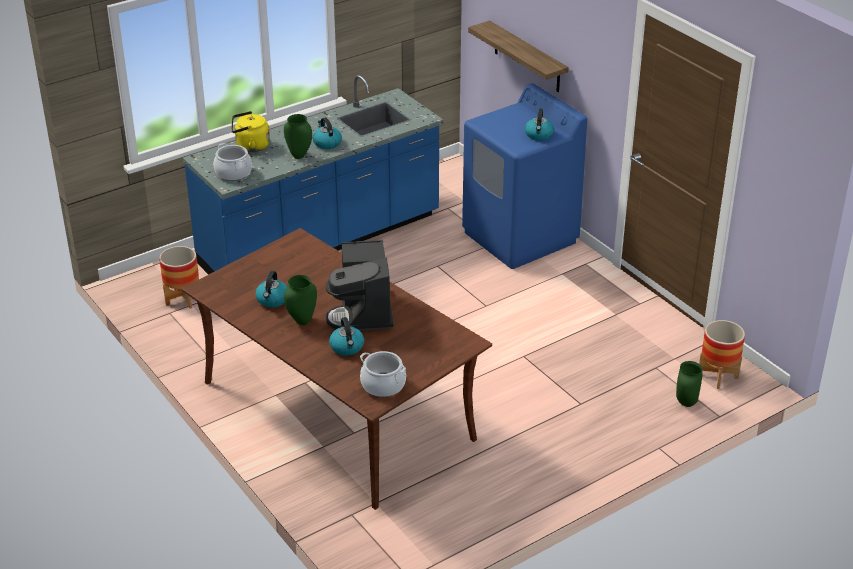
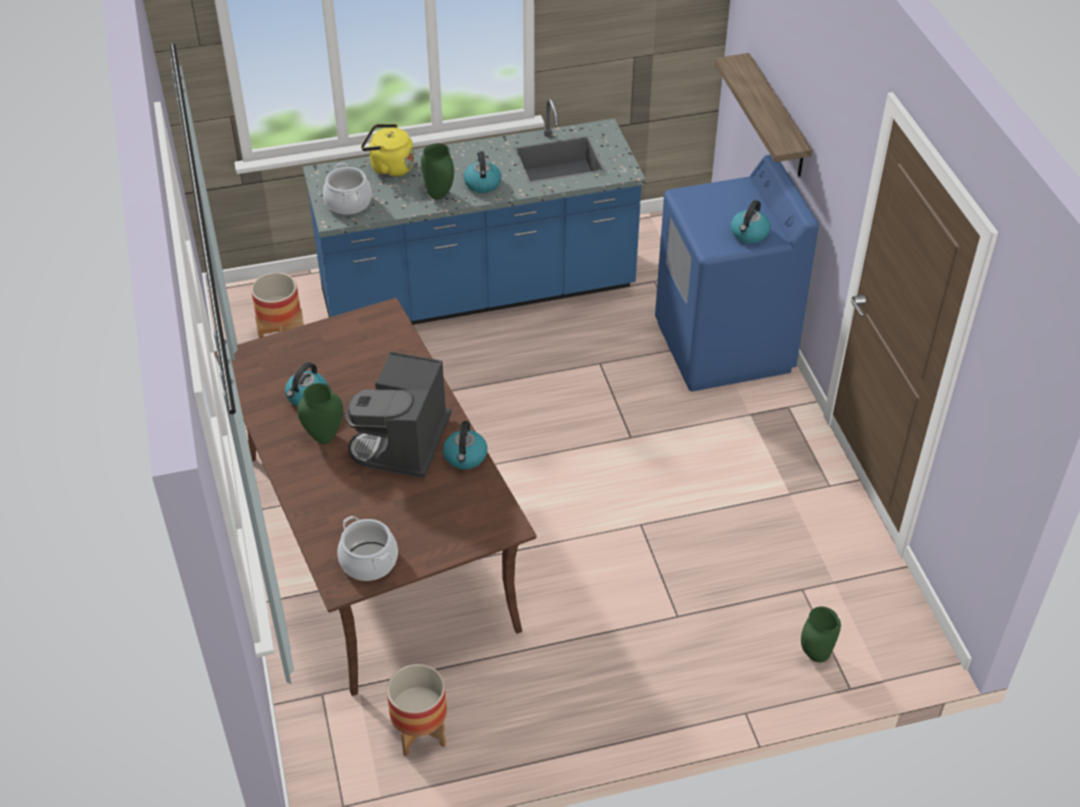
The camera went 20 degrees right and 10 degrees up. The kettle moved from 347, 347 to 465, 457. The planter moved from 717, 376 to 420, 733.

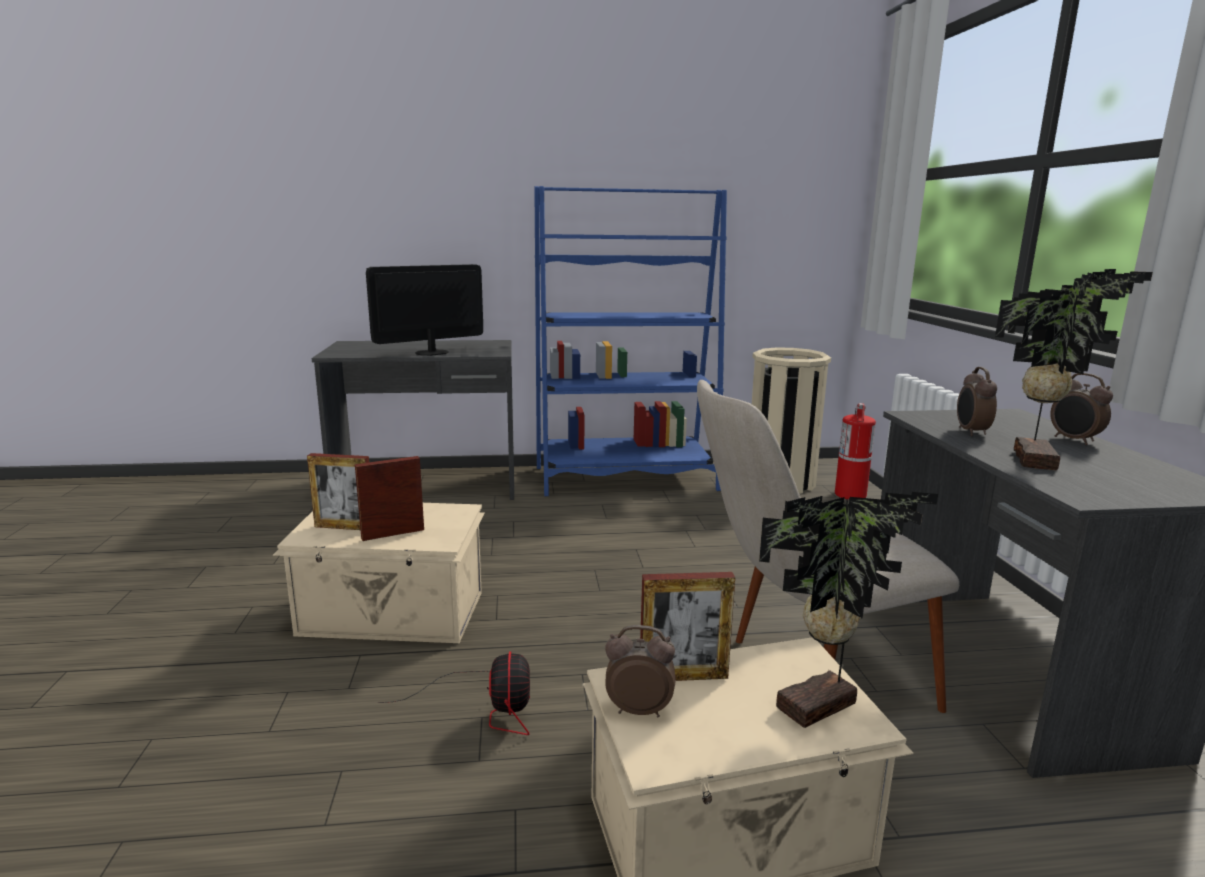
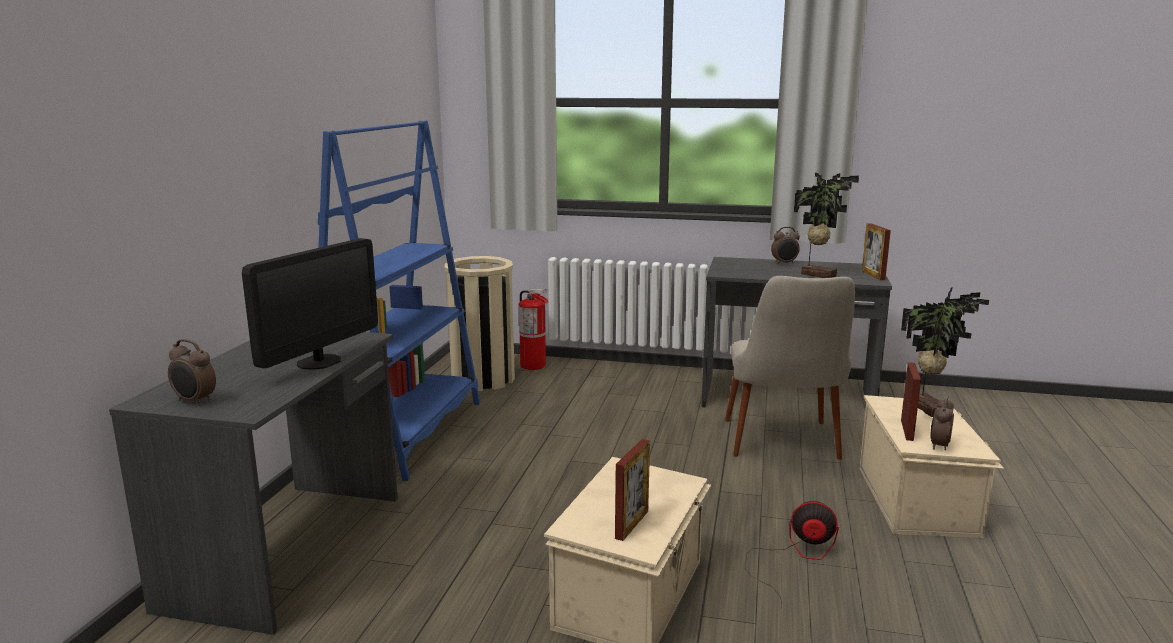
The camera went 70 degrees left and 0 degrees up. The monitor at 432, 352 turned 135 degrees counterclockwise. The alarm clock moved from 971, 432 to 194, 401. The picture frame moved from 393, 534 to 873, 275.

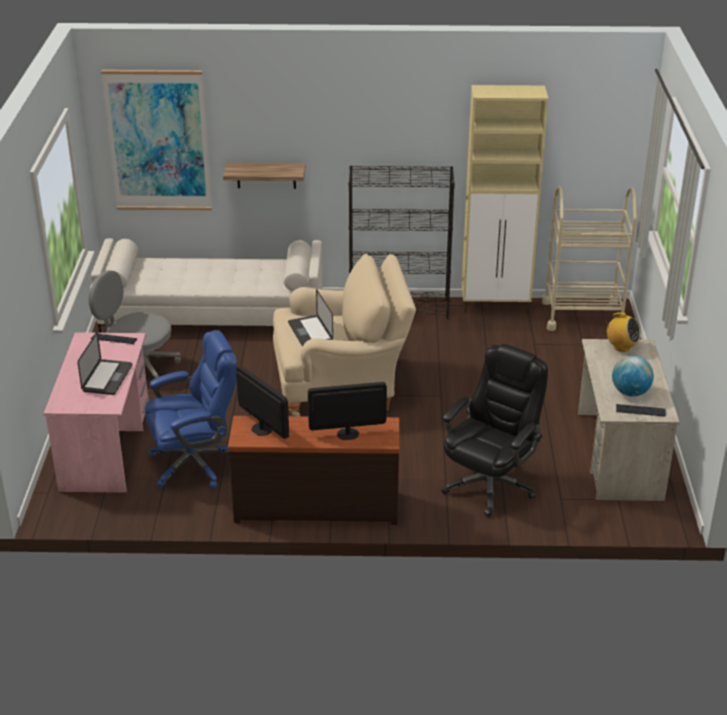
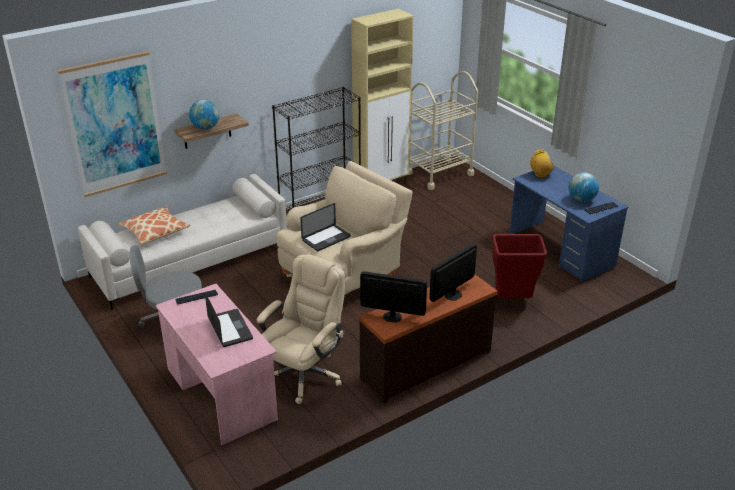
The camera went 35 degrees left and 0 degrees up. The laptop at 310, 332 turned 75 degrees counterclockwise. The blue office chair at 195, 463 became the beige office chair at 304, 374. The beige desk at 618, 456 became the blue desk at 560, 250. The black office chair at 490, 484 was replaced by the red trash can at 513, 300. The globe at 205, 128 appeared. The pillow at 155, 231 appeared.

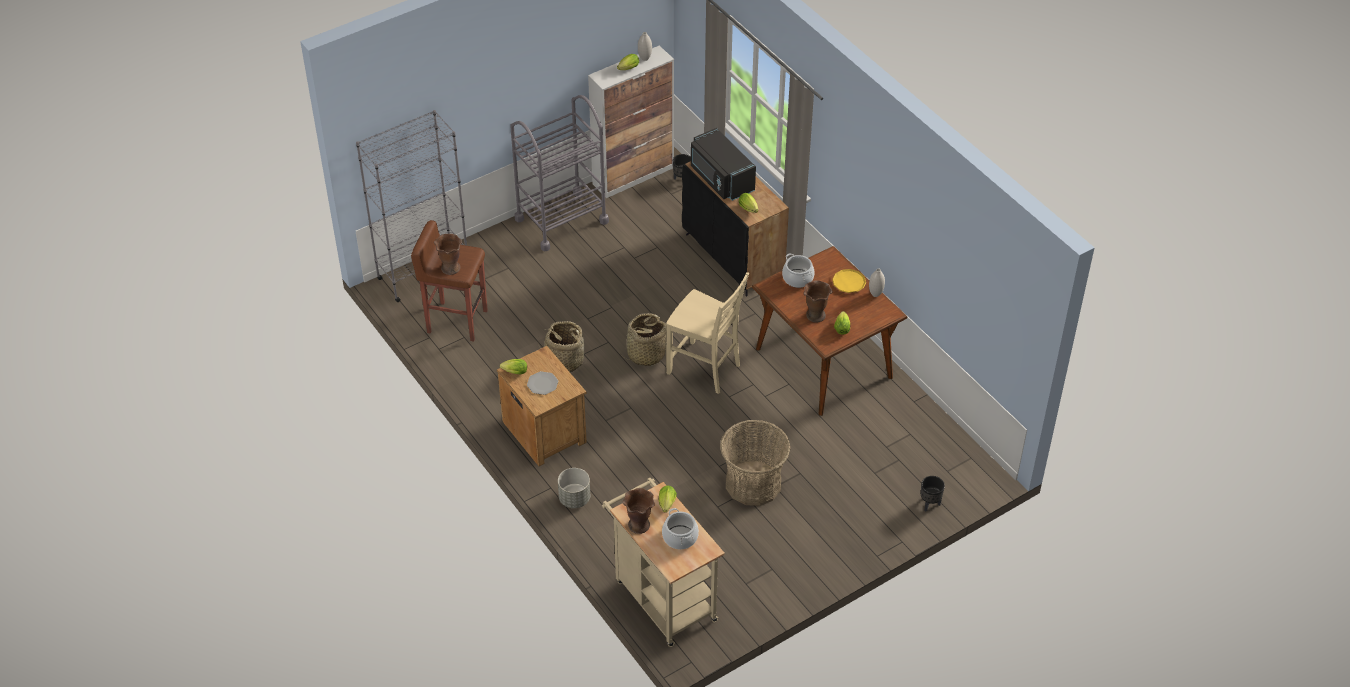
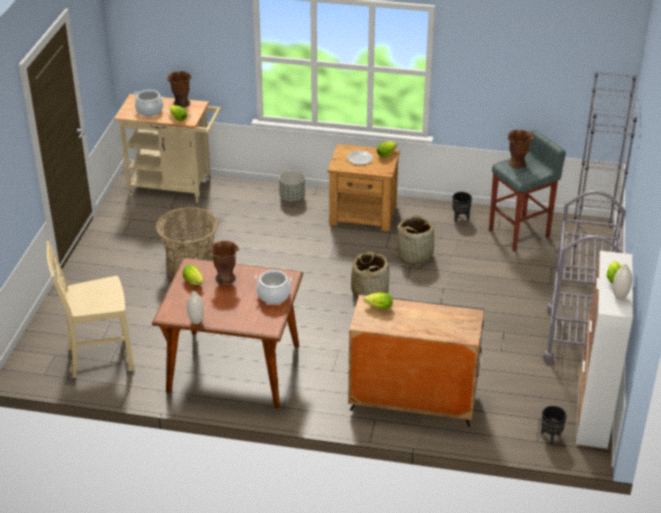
The camera went 135 degrees right and 10 degrees down. The black microwave at 720, 179 disappeared. The brown stool at 456, 320 became the grey stool at 520, 234. The yellow plate at 849, 283 disappeared. The beige chair moved from 705, 369 to 98, 358. The black planter moved from 929, 504 to 460, 218.

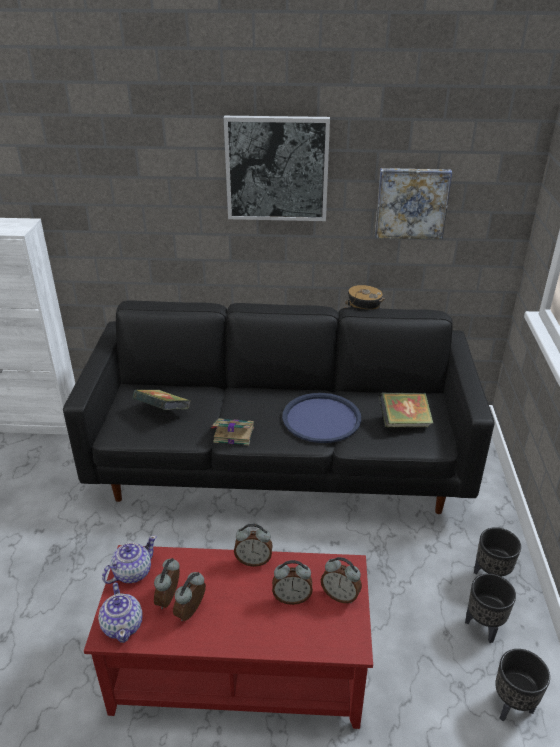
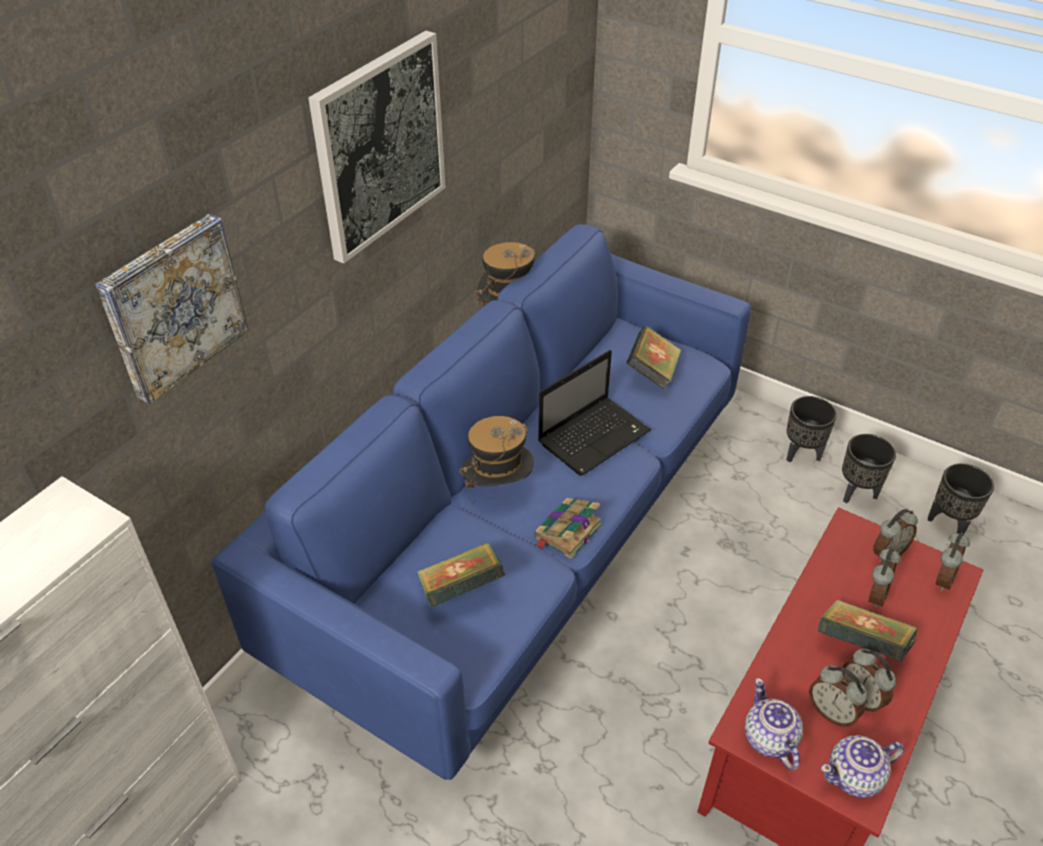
The camera went 60 degrees left and 10 degrees up. The picture moved from 411, 203 to 172, 306. The black sofa at 280, 466 became the blue sofa at 521, 541. The blue tray at 321, 418 was replaced by the laptop at 595, 436. The alarm clock moved from 253, 560 to 941, 579. The teapot at 123, 625 turned 150 degrees clockwise. The hat at 498, 488 appeared. The book at 860, 645 appeared.

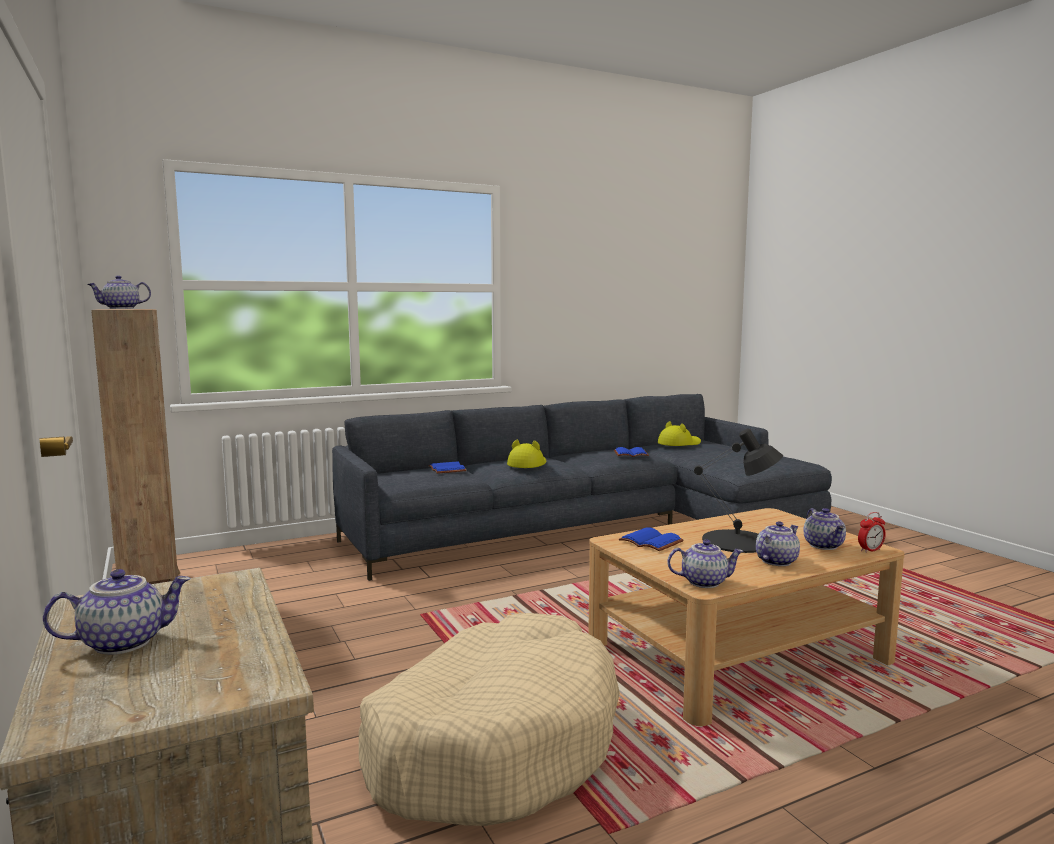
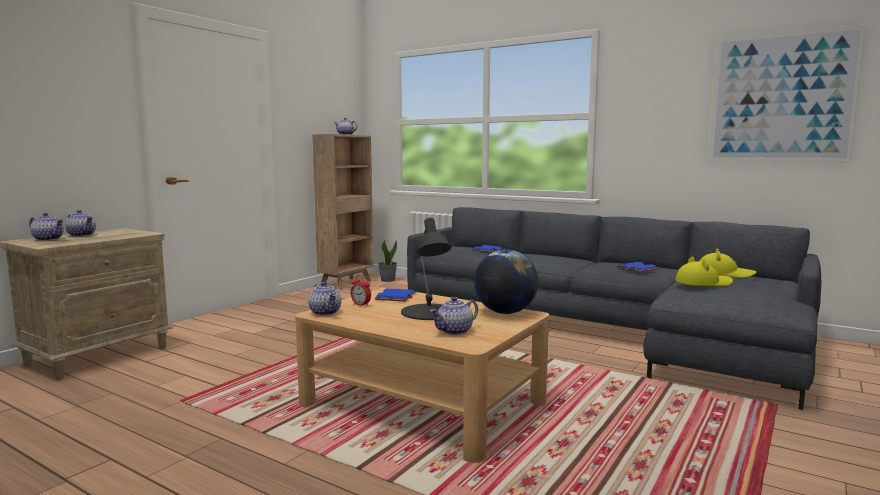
The camera went 60 degrees right and 0 degrees up. The yellow hat moved from 527, 464 to 703, 283. The alarm clock moved from 870, 550 to 361, 305. The teapot moved from 775, 561 to 49, 239. The beige dog bed at 493, 743 disappeared. The picture at 781, 98 appeared. The potted plant at 387, 280 appeared. The globe at 505, 312 appeared.

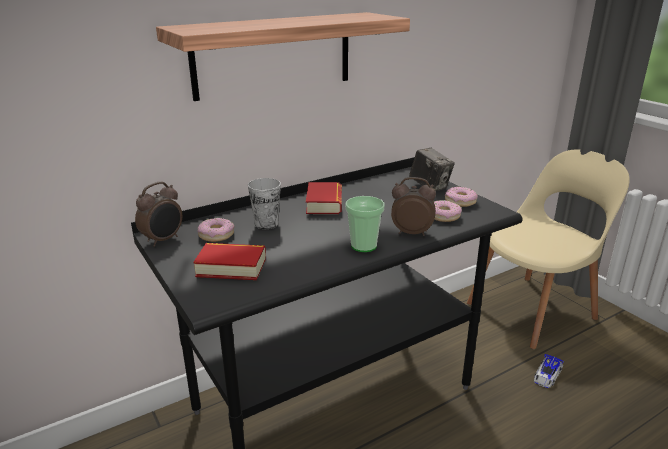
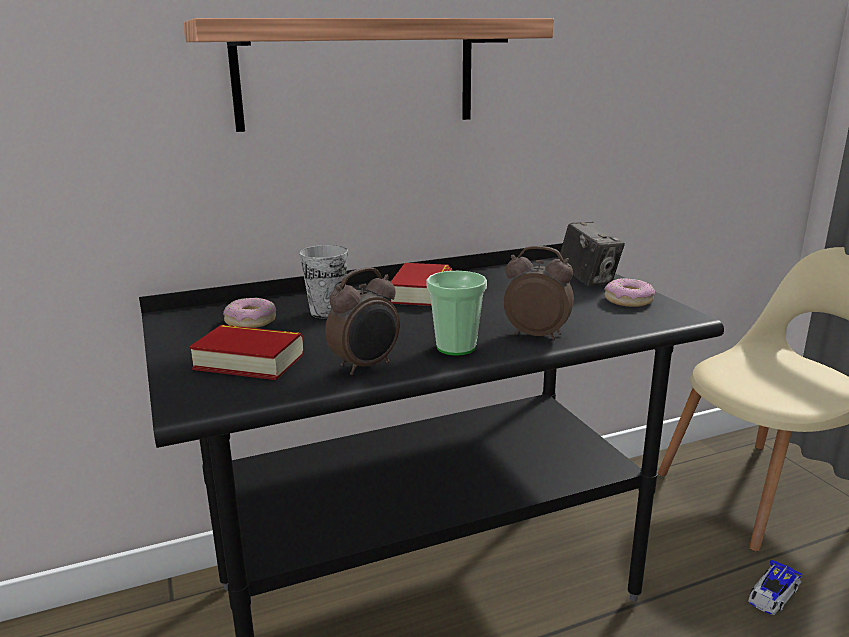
The camera went 10 degrees right and 5 degrees down. The alarm clock moved from 163, 240 to 366, 366. The donut at 443, 216 disappeared.

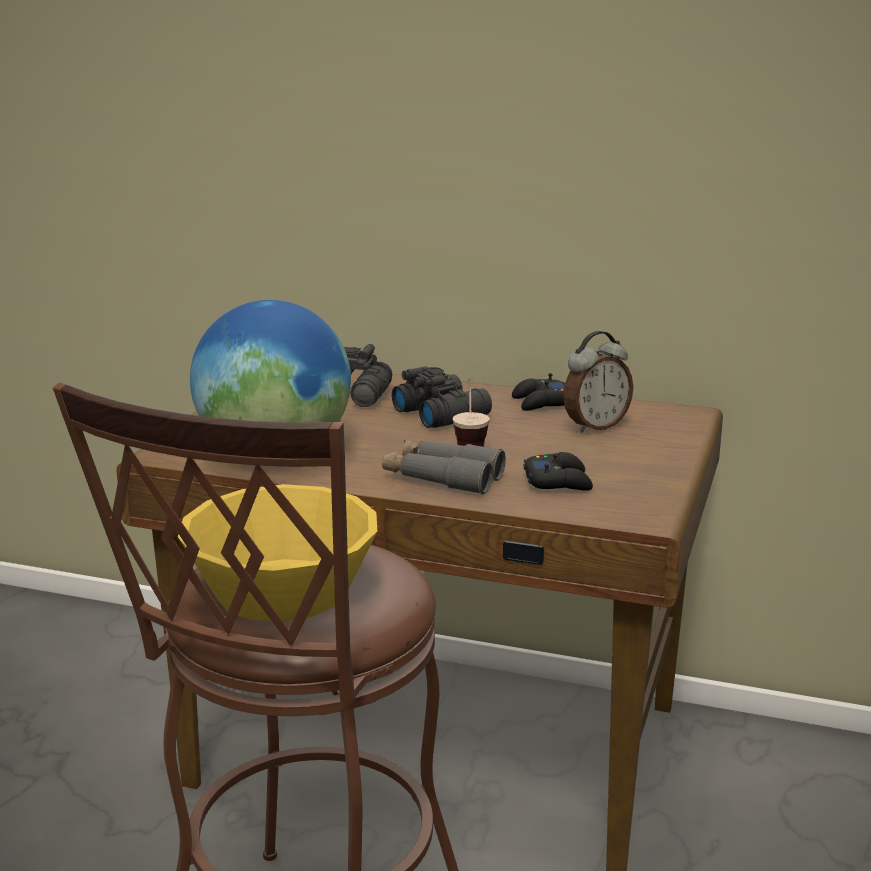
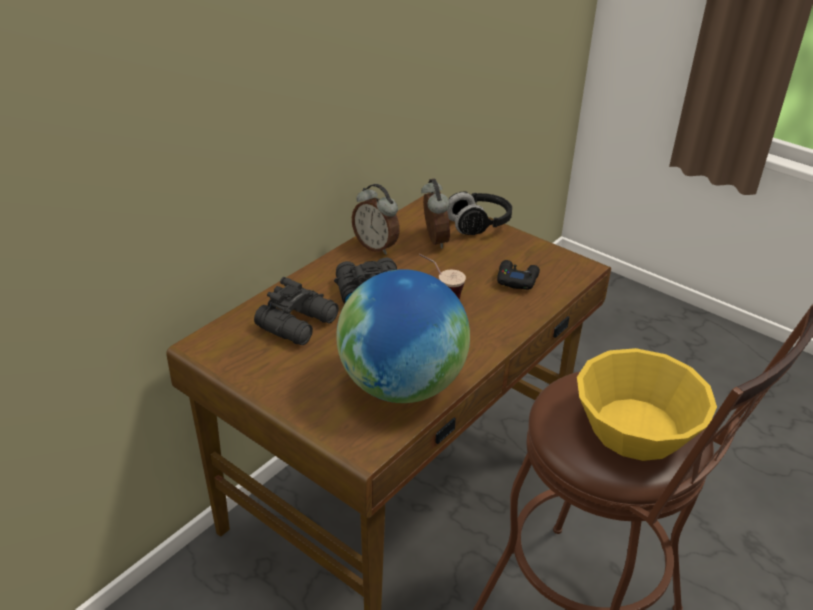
The camera went 70 degrees left and 15 degrees up. The black game controller at 541, 402 was replaced by the alarm clock at 376, 246. The grey binoculars at 442, 477 disappeared. The black headphones at 478, 225 appeared.

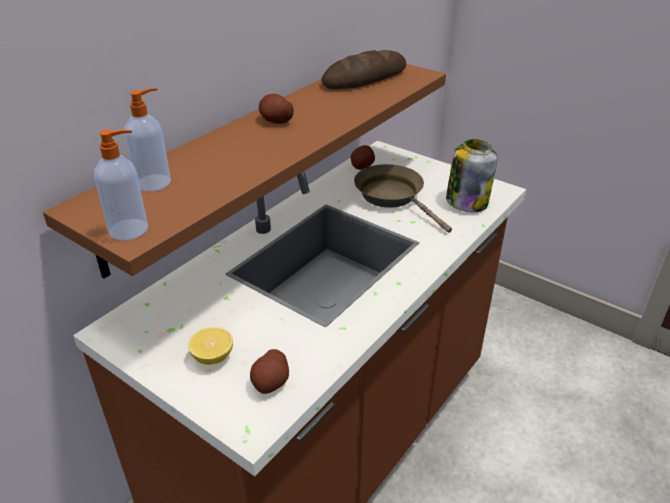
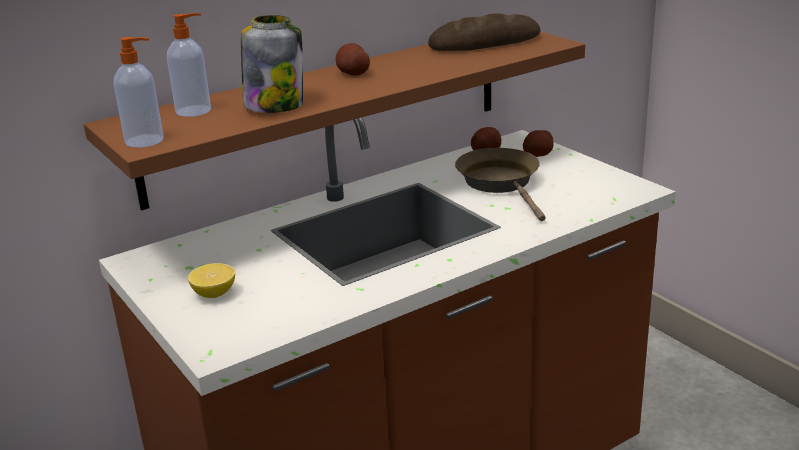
The camera went 20 degrees right and 10 degrees down. The jar moved from 466, 202 to 275, 105. The potato moved from 271, 382 to 538, 155.

